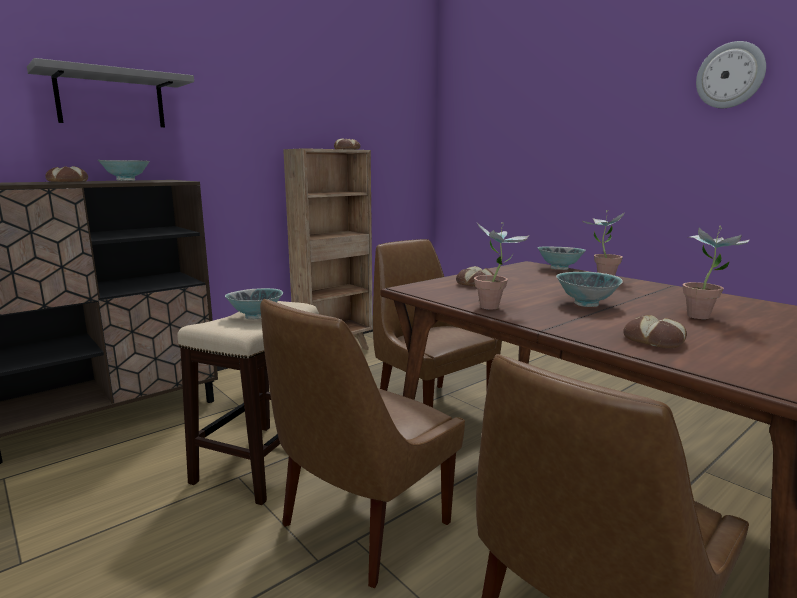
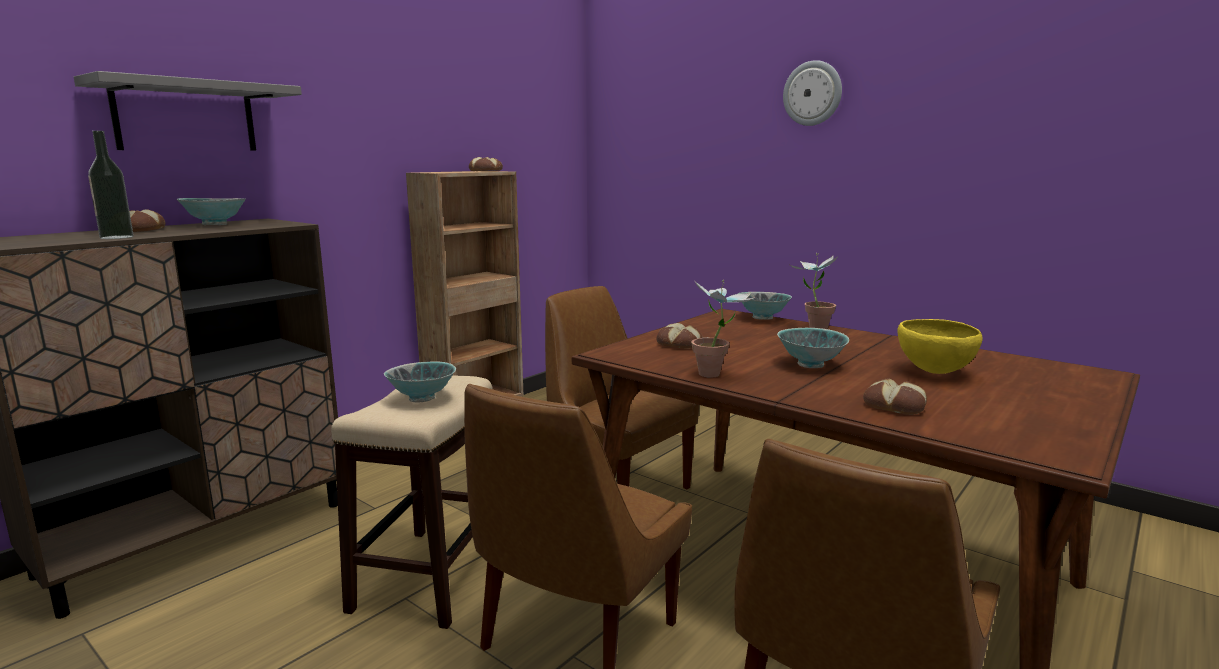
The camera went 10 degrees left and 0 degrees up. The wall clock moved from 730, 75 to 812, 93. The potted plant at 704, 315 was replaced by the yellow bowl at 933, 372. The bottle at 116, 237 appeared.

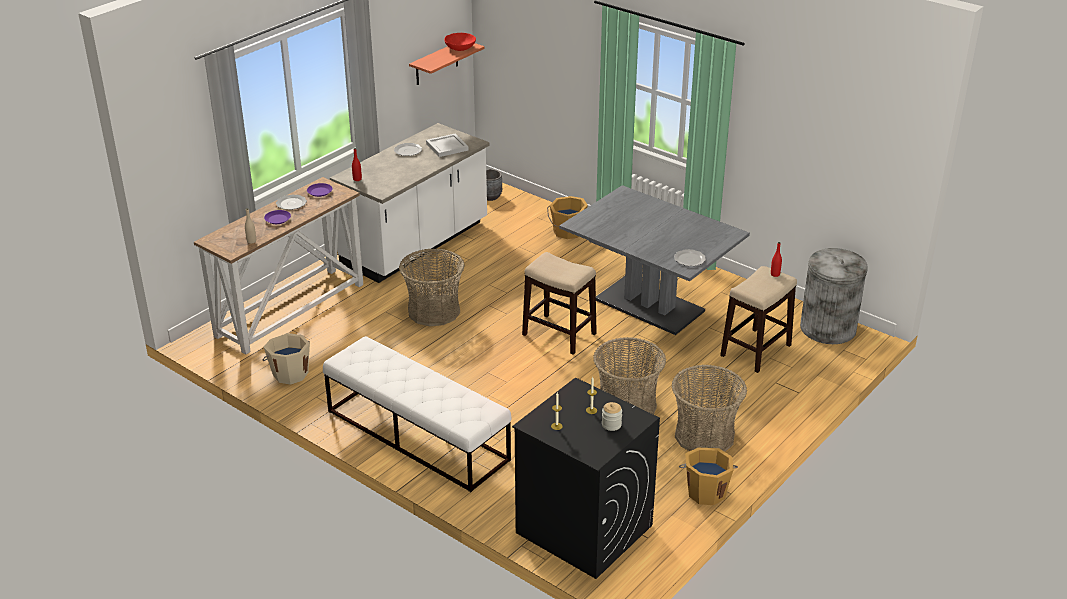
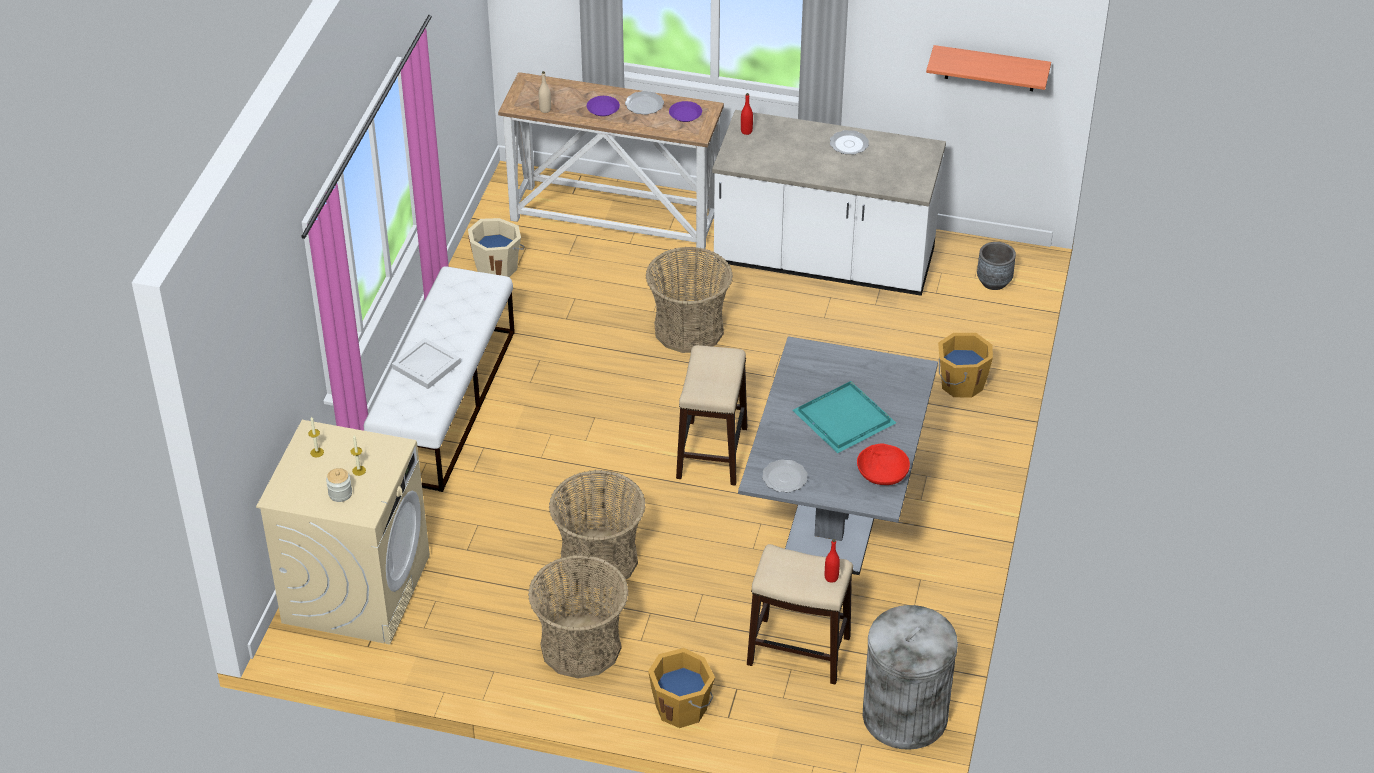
The camera went 65 degrees right and 10 degrees up. The red bowl moved from 460, 48 to 882, 474. The white tray moved from 447, 146 to 427, 365. The black washing machine at 583, 528 became the beige washing machine at 356, 588. The orange bucket moved from 706, 491 to 682, 707. The turquoise tray at 842, 418 appeared.

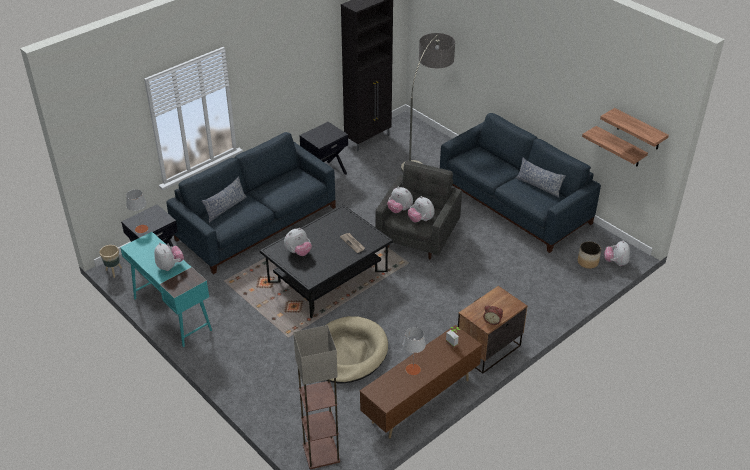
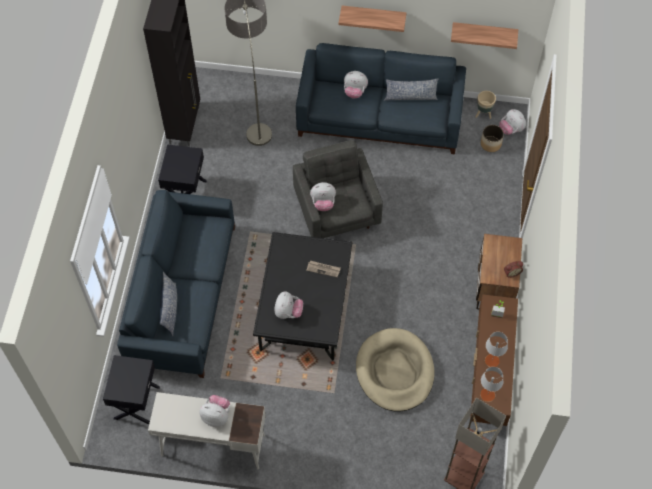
The camera went 40 degrees left and 20 degrees up. The shelf moved from 639, 130 to 373, 15. The grey table lamp moved from 141, 229 to 487, 394. The plush toy moved from 421, 220 to 354, 92. The turquoise desk at 172, 313 became the white desk at 212, 445. The beige planter moved from 114, 272 to 483, 114.

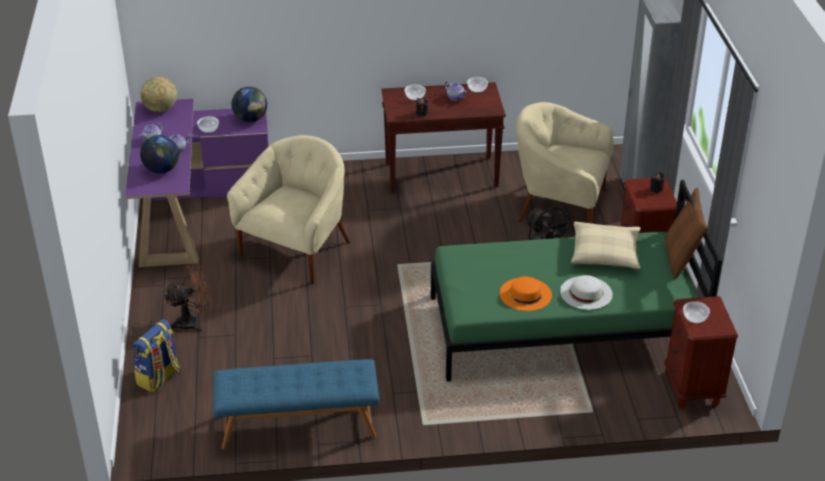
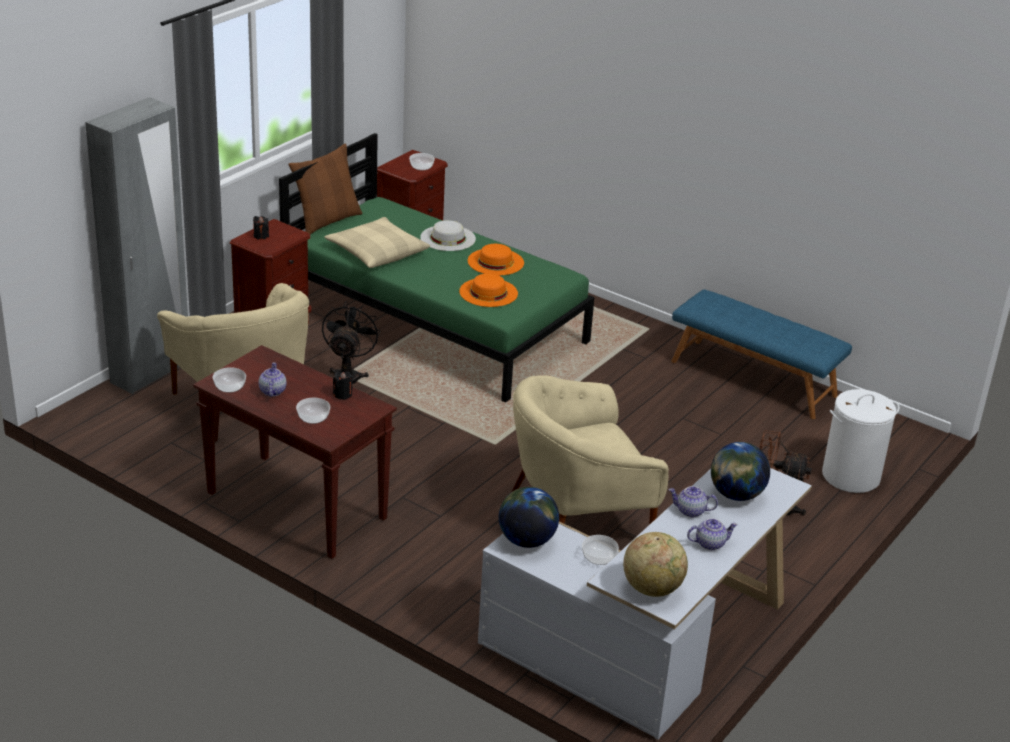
The camera went 140 degrees left and 5 degrees down. The purple desk at 190, 208 became the white desk at 647, 646. The backpack at 159, 378 was replaced by the white laundry basket at 851, 476. The orange hat at 488, 292 appeared.

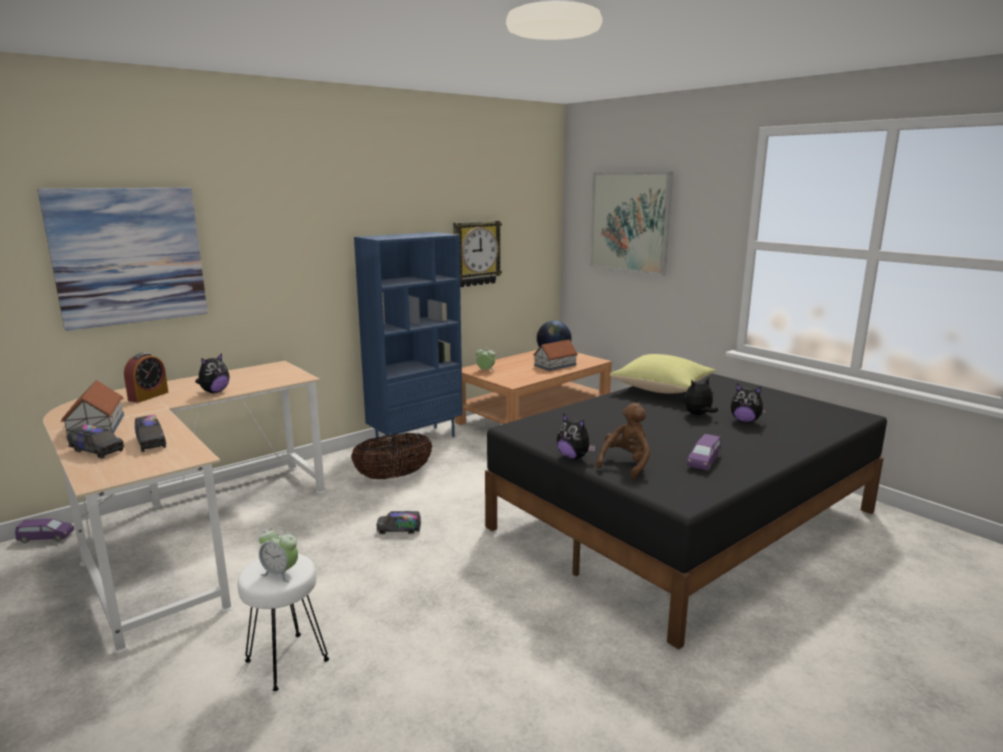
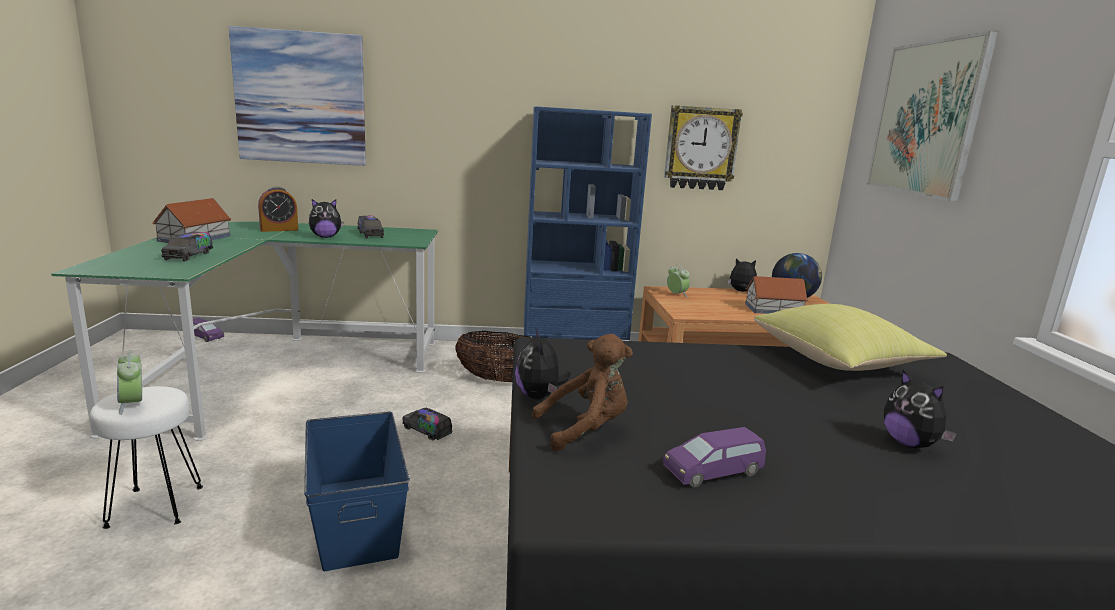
The camera went 35 degrees right and 0 degrees up. The beige desk at 190, 535 became the green desk at 278, 369. The plush toy moved from 698, 415 to 741, 291. The toy truck moved from 97, 450 to 370, 234. The blue storage box at 357, 517 appeared.

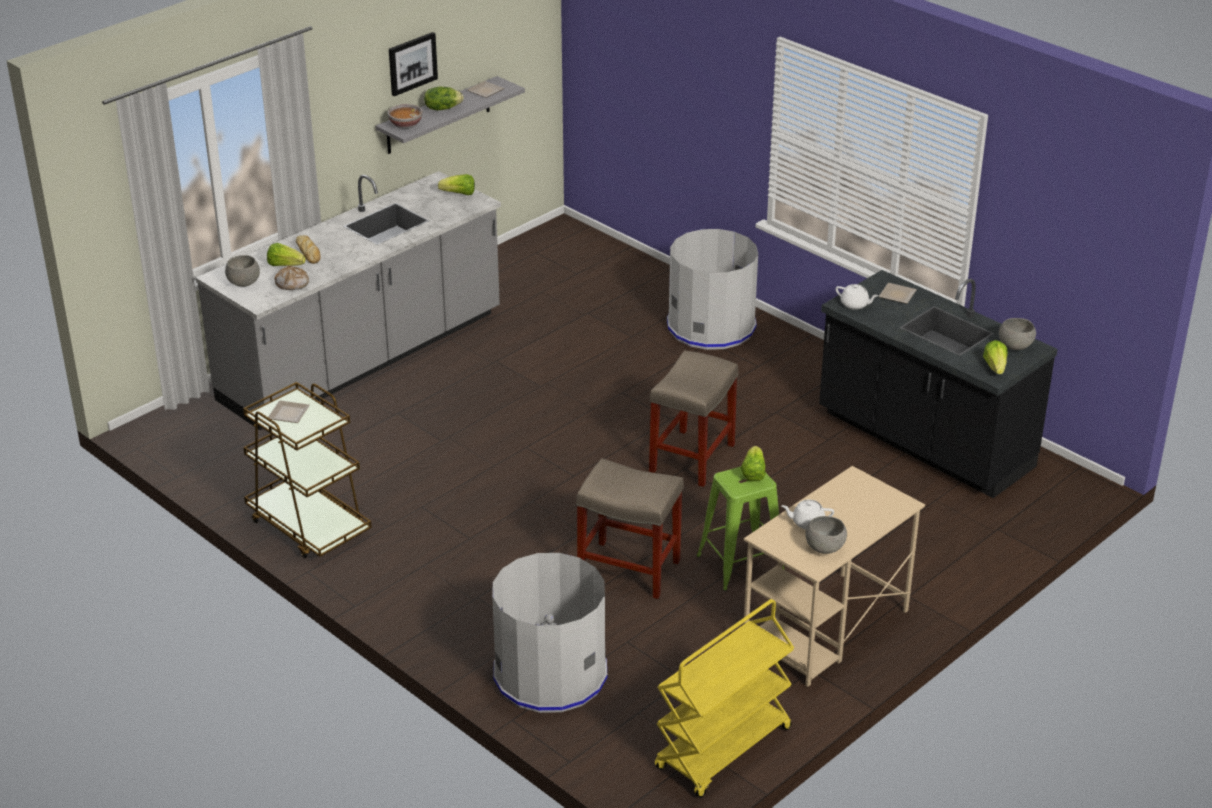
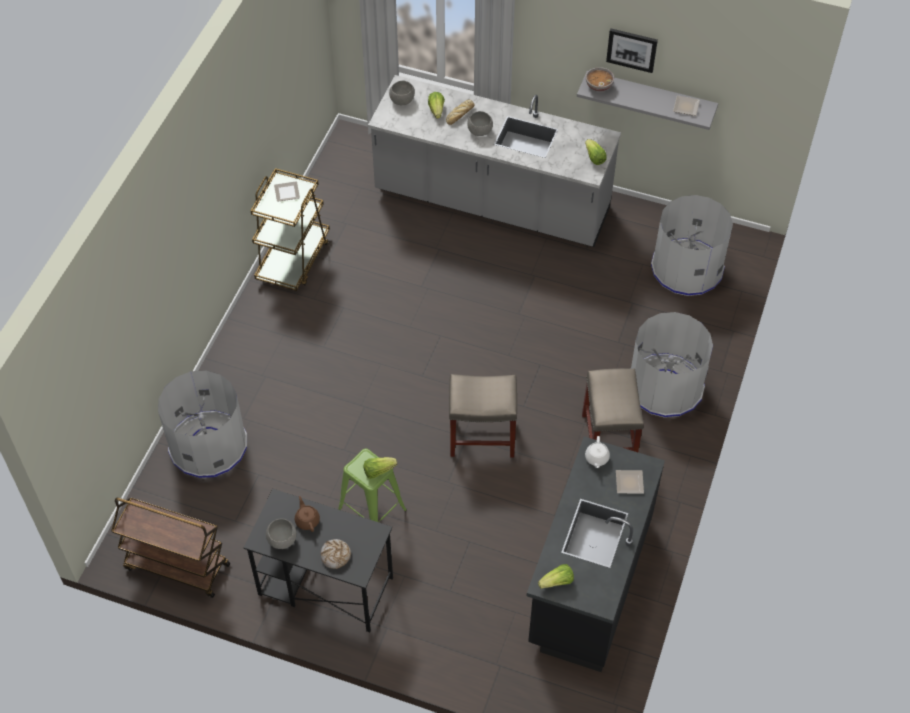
The camera went 65 degrees right and 20 degrees up. The lettuce at 442, 108 disappeared. The bread moved from 292, 283 to 335, 556. The grey bowl moved from 1015, 346 to 480, 131. The beige stool moved from 630, 569 to 609, 440. The beige desk at 825, 629 became the black desk at 324, 586. The white teapot at 807, 522 became the brown teapot at 307, 520. The yellow cart at 723, 750 became the brown cart at 176, 567. The grey trash can at 687, 268 appeared.

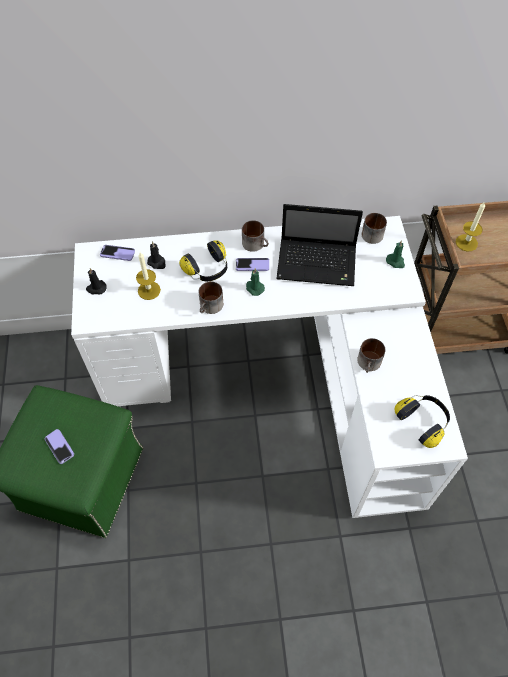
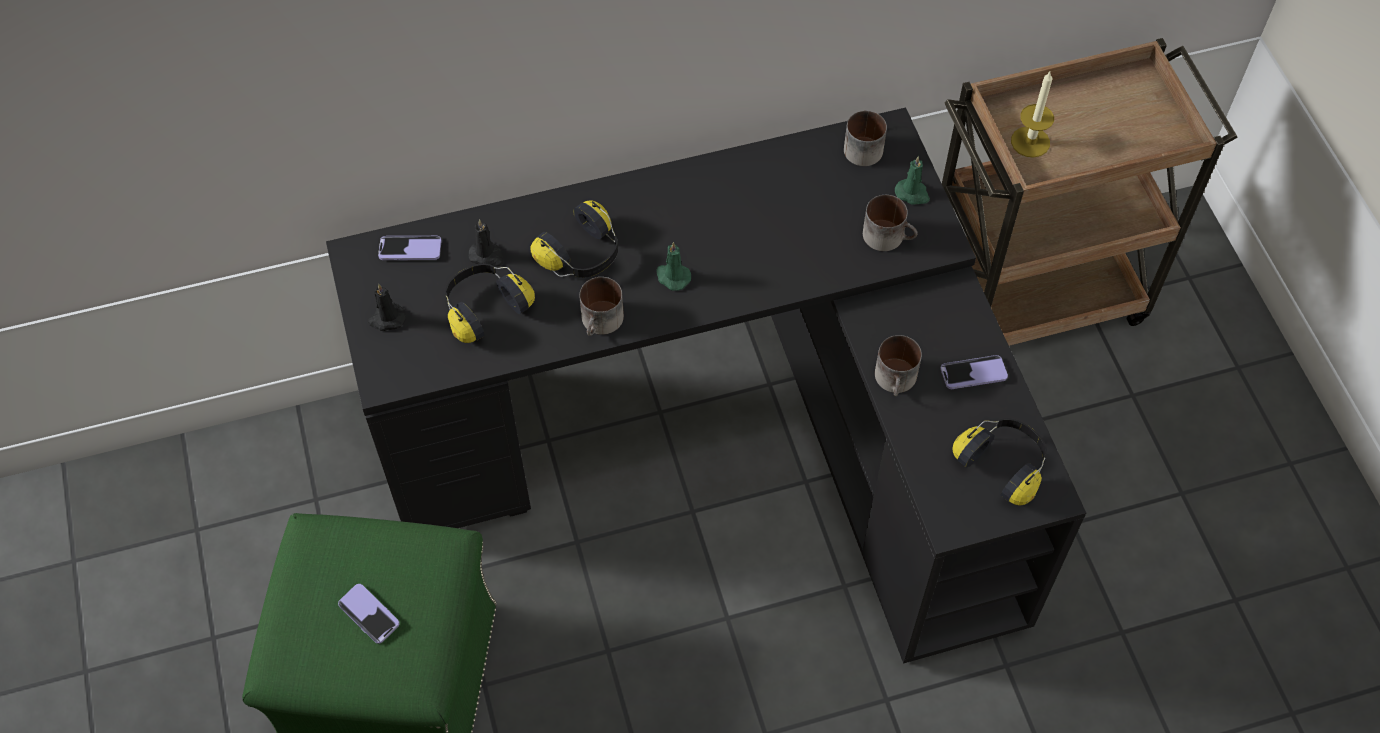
The camera went 10 degrees left and 0 degrees up. The laptop at 318, 263 disappeared. The white desk at 279, 379 became the black desk at 724, 437. The mug moved from 256, 244 to 889, 236. The candle at 149, 290 was replaced by the headphones at 484, 308. The phone moved from 252, 265 to 973, 373.

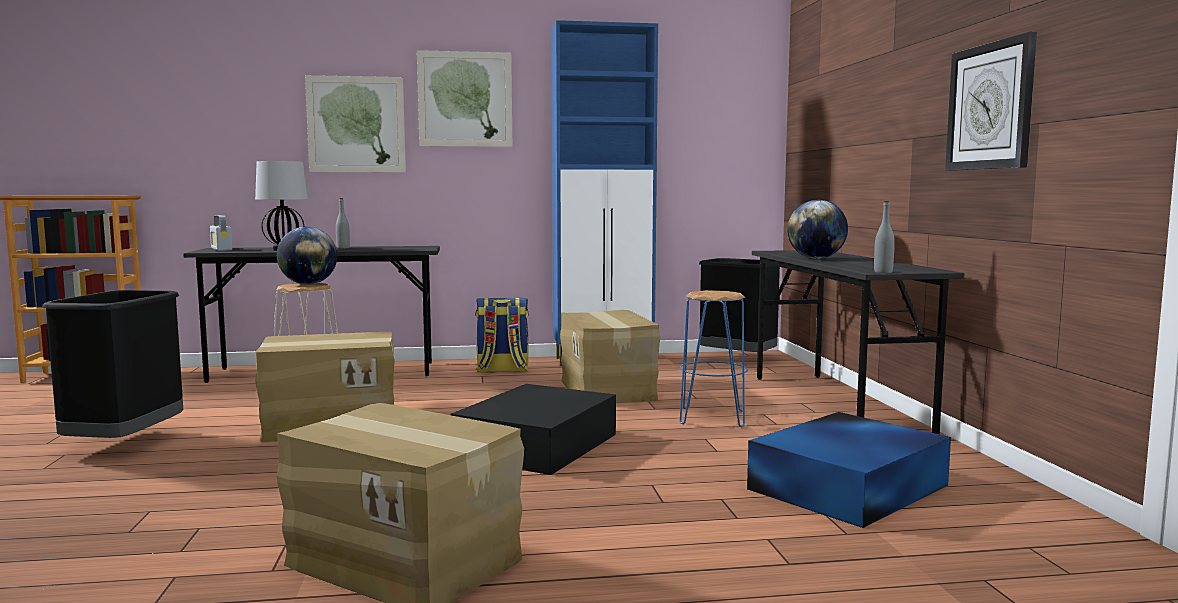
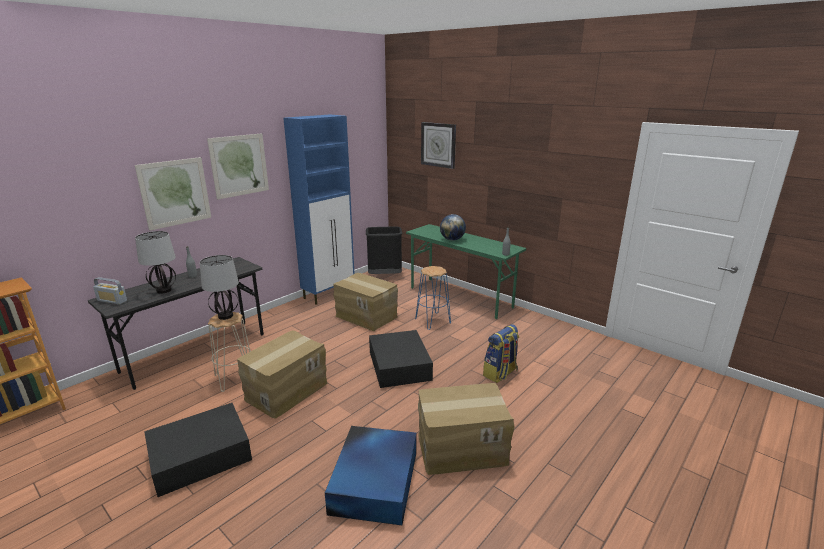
The camera went 40 degrees left and 15 degrees up. The wall clock moved from 990, 107 to 438, 145. The globe at 308, 284 was replaced by the table lamp at 225, 316. The grey desk at 836, 405 became the green desk at 460, 297. The black trash can at 125, 444 was replaced by the black storage box at 202, 455. The backpack moved from 502, 370 to 500, 374. The blue storage box moved from 850, 486 to 375, 480.

